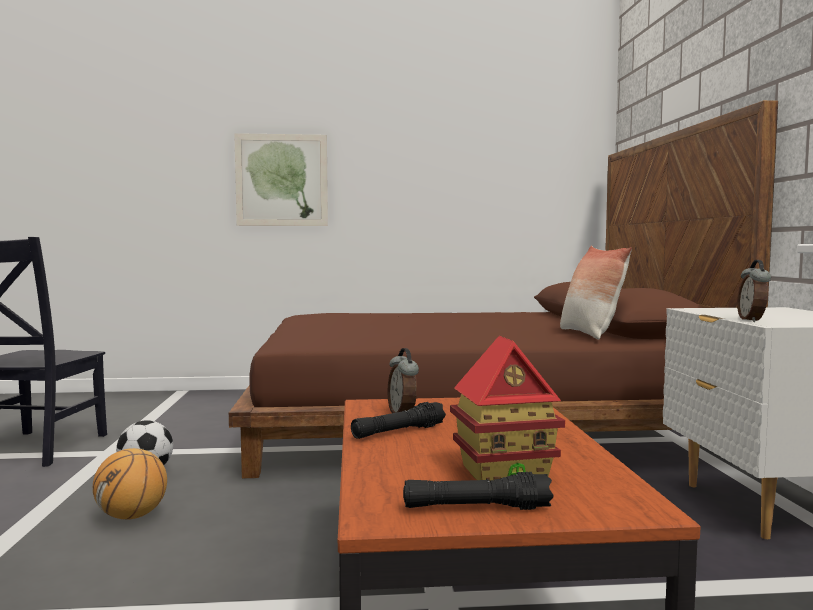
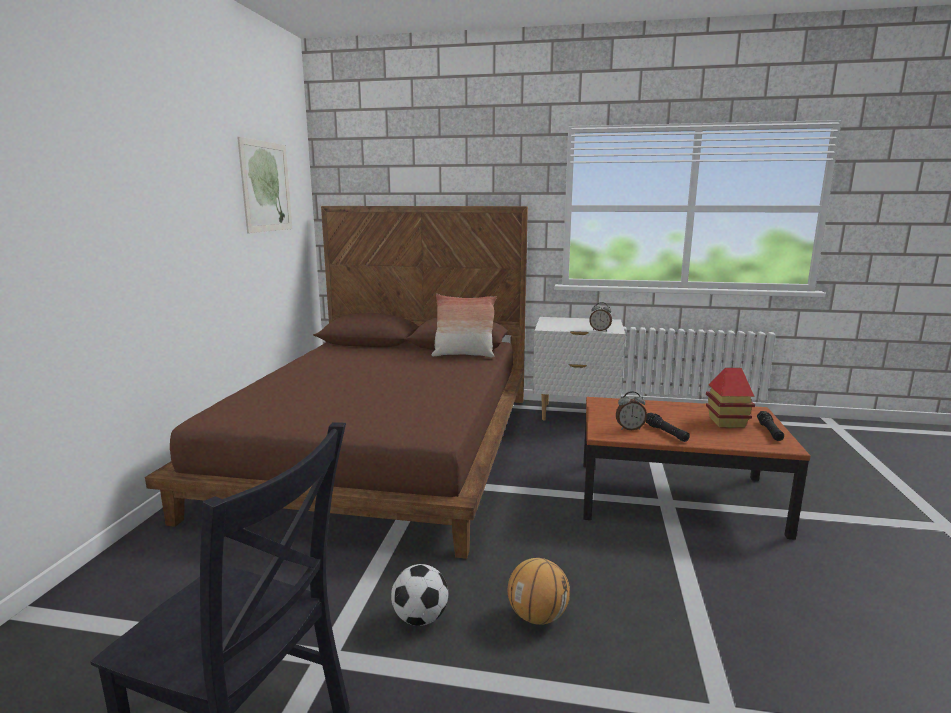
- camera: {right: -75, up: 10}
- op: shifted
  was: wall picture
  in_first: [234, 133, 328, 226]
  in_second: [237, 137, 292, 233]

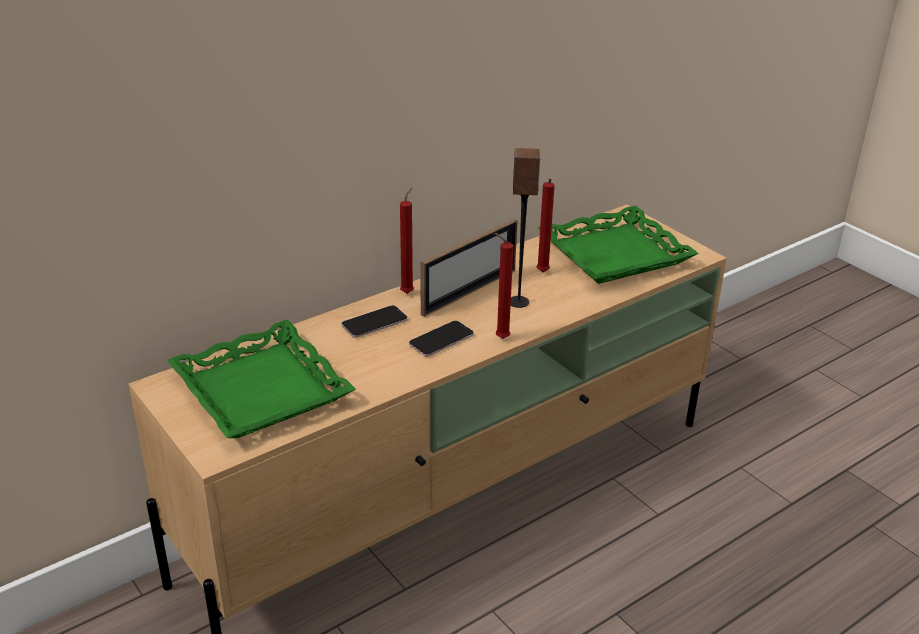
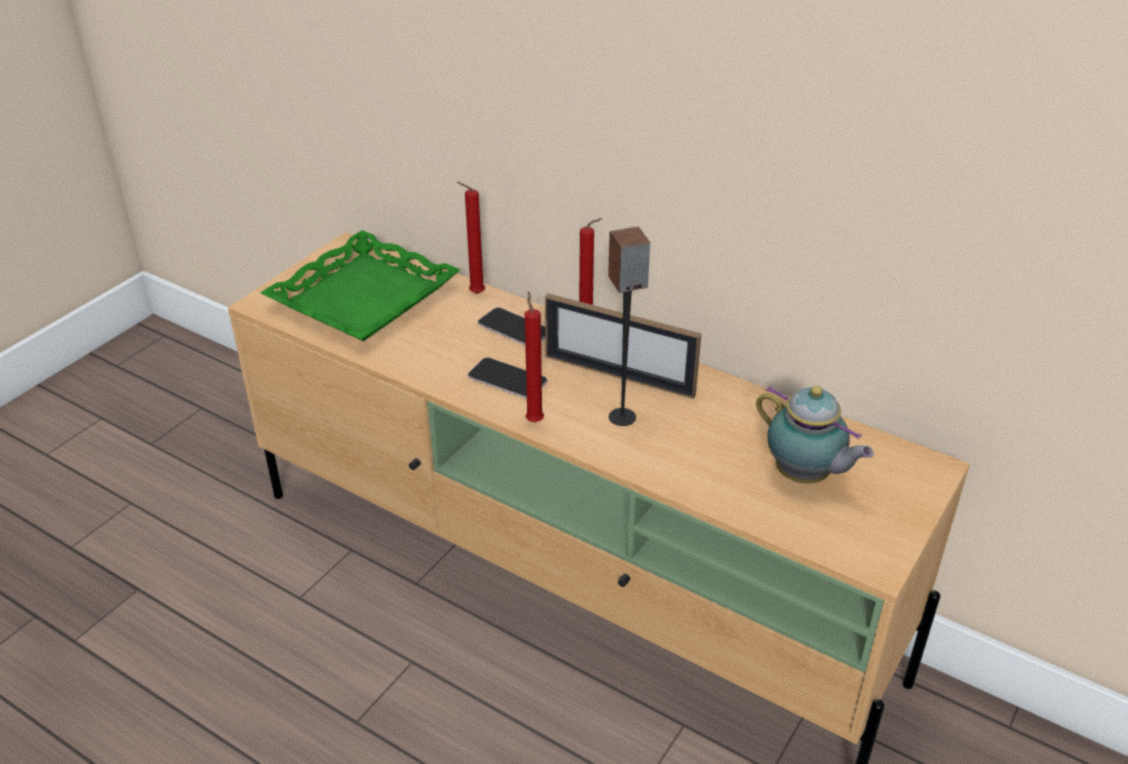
- camera: {right: 70, up: 5}
- op: shifted
  was: red candle
  in_first: [536, 179, 555, 272]
  in_second: [457, 182, 485, 294]
- op: swapped
  was: green-coloured serving tray
  now: pot for tea
  in_first: [537, 205, 699, 284]
  in_second: [756, 386, 874, 484]

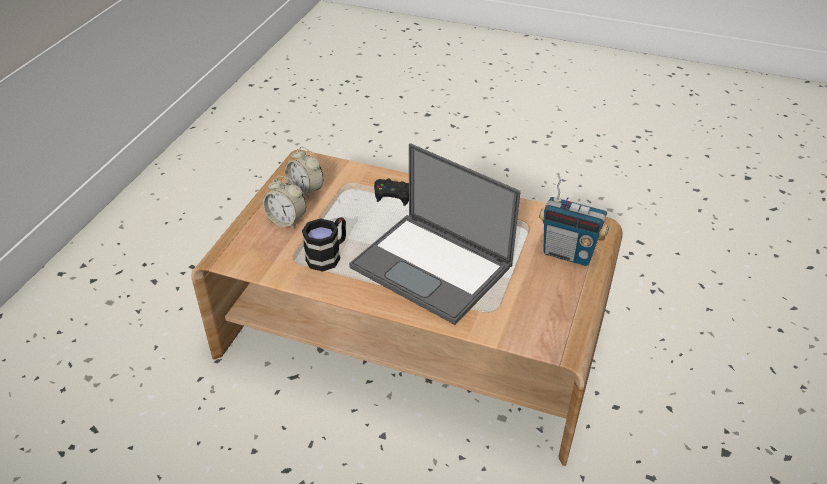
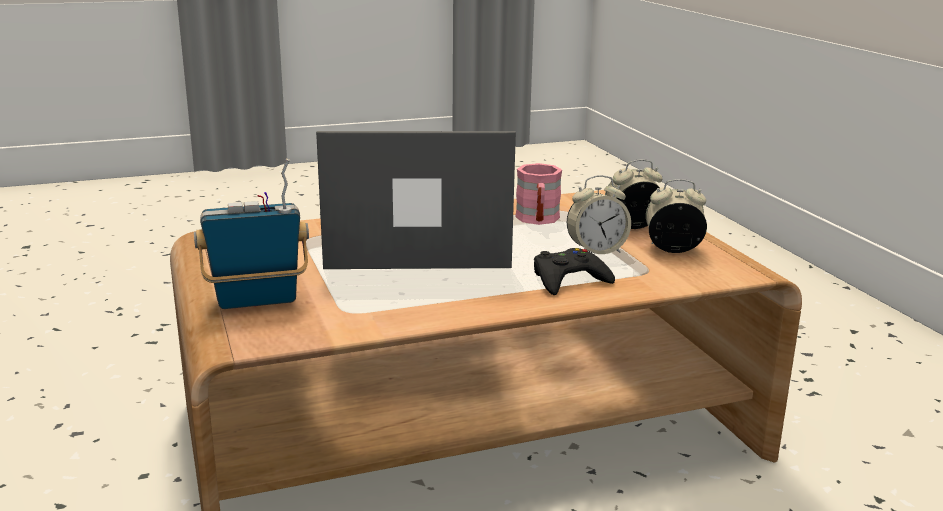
- camera: {right: 140, up: -20}
- op: repainted
  was: black mug
  now: pink mug
  in_first: [302, 217, 346, 272]
  in_second: [515, 163, 562, 225]
- op: new
  now: table clock
  in_second: [567, 175, 631, 254]

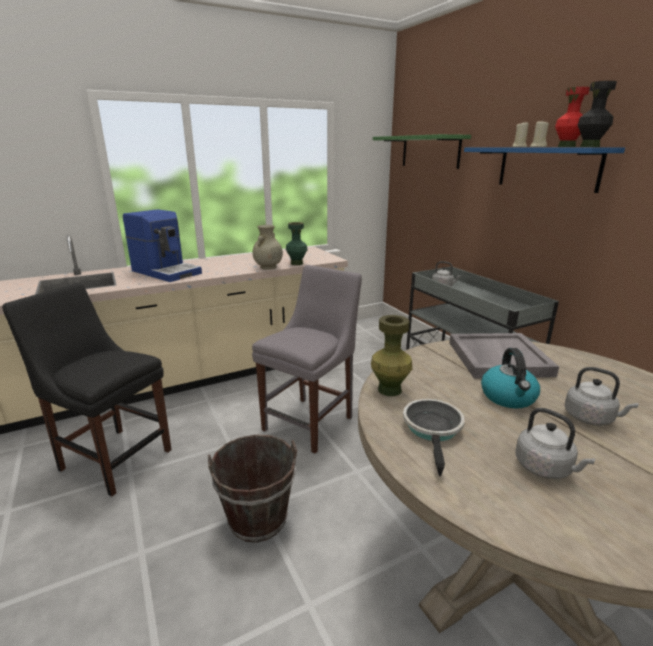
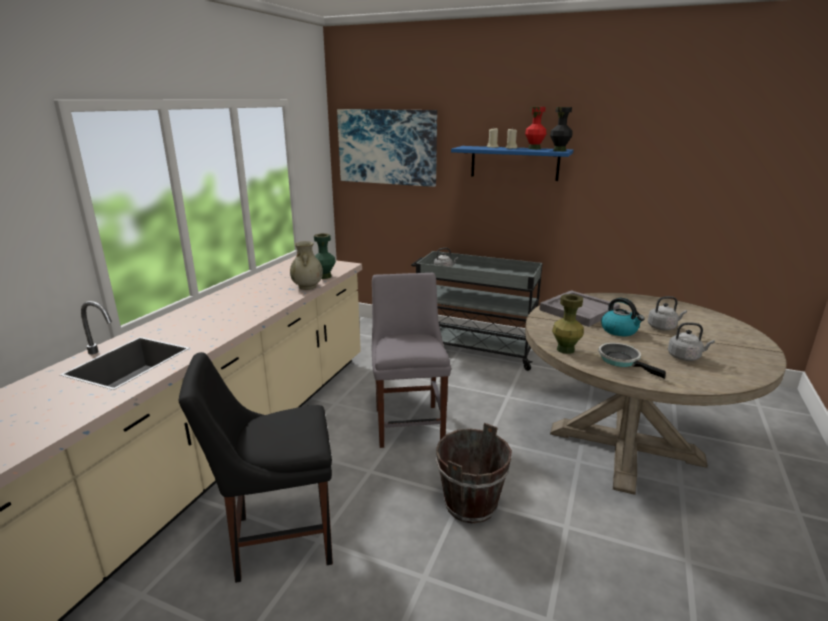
- camera: {right: -40, up: 0}
- op: swapped
  was: green-coloured shelf
  now: wall picture
  in_first: [373, 134, 471, 169]
  in_second: [337, 109, 437, 187]
- op: gone
  was: coffee machine
  in_first: [123, 210, 202, 282]

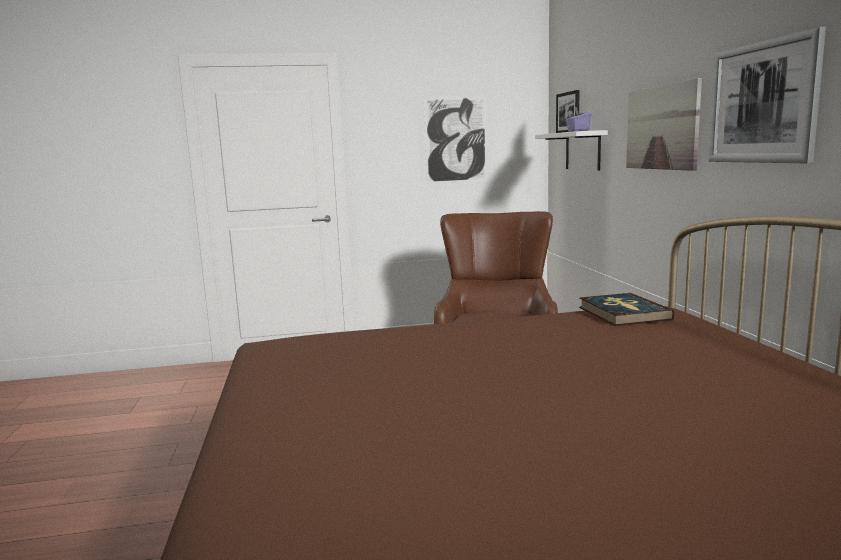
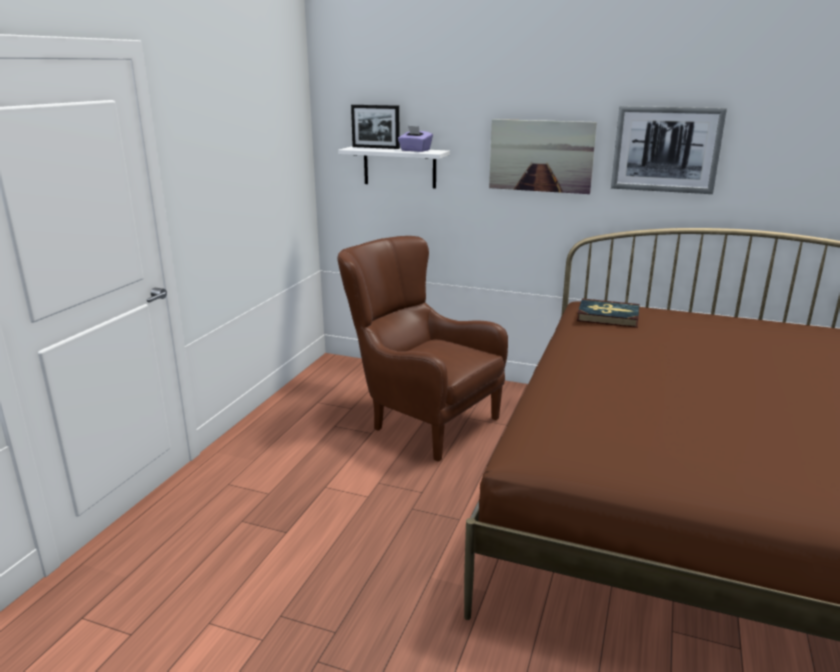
- camera: {right: -60, up: 10}
- op: gone
  was: wall picture
  in_first: [424, 96, 487, 184]

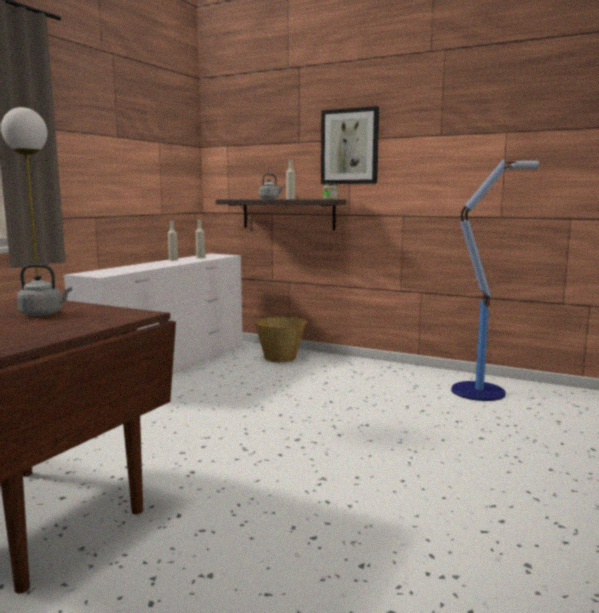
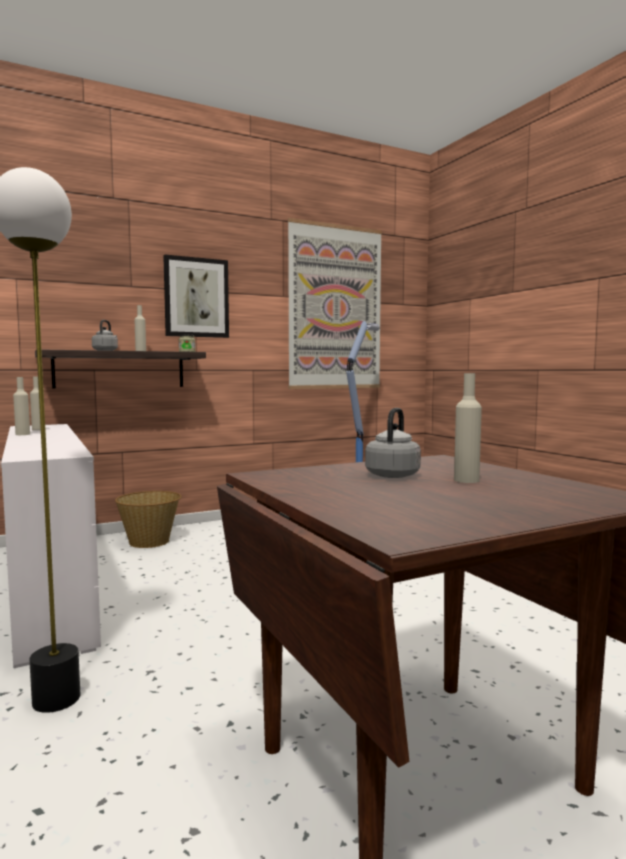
- camera: {right: -55, up: -5}
- op: new
  now: wall picture
  in_second: [288, 218, 382, 389]
- op: new
  now: sand-coloured bottle
  in_second: [454, 373, 482, 483]

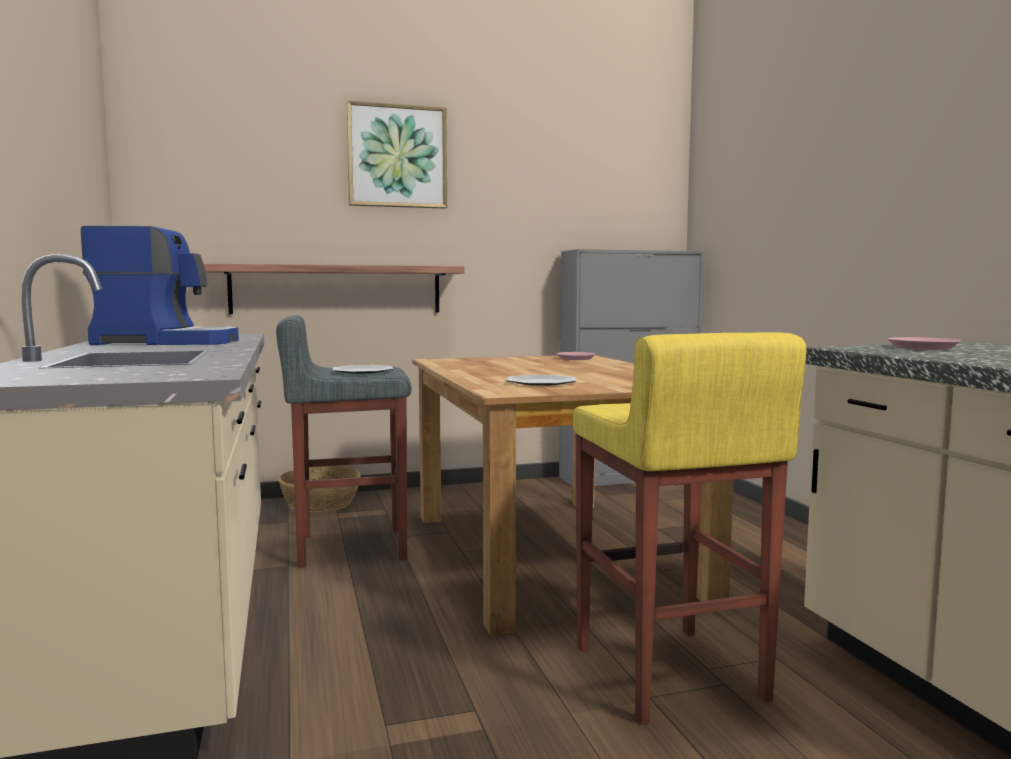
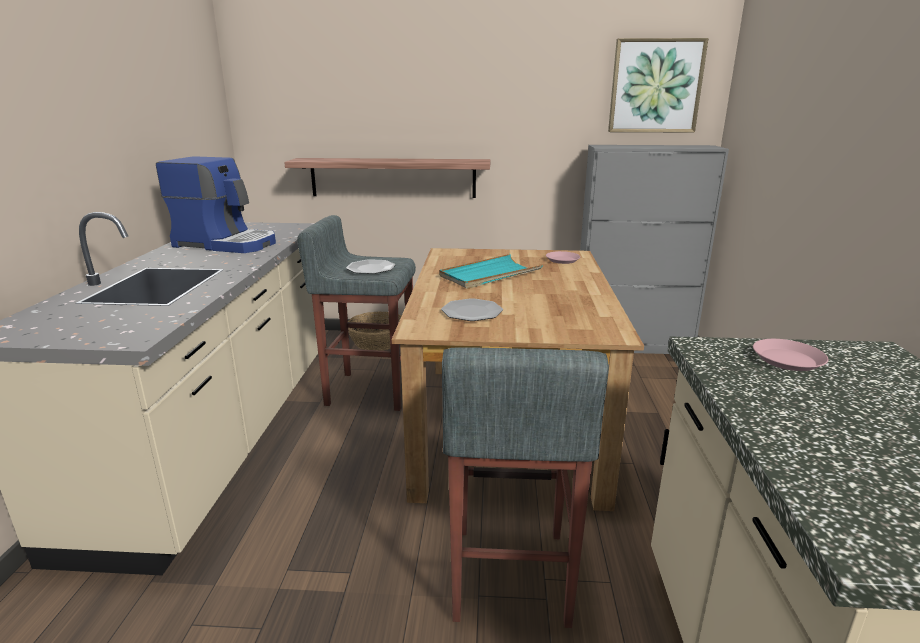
- camera: {right: 20, up: 15}
- op: shifted
  was: wall picture
  in_first: [346, 100, 447, 209]
  in_second: [608, 38, 709, 133]
- op: repainted
  was: yellow-coloured stool
  now: grey stool
  in_first: [572, 332, 807, 725]
  in_second: [442, 347, 609, 628]
- op: new
  now: blue-green serving tray
  in_second: [439, 254, 543, 289]

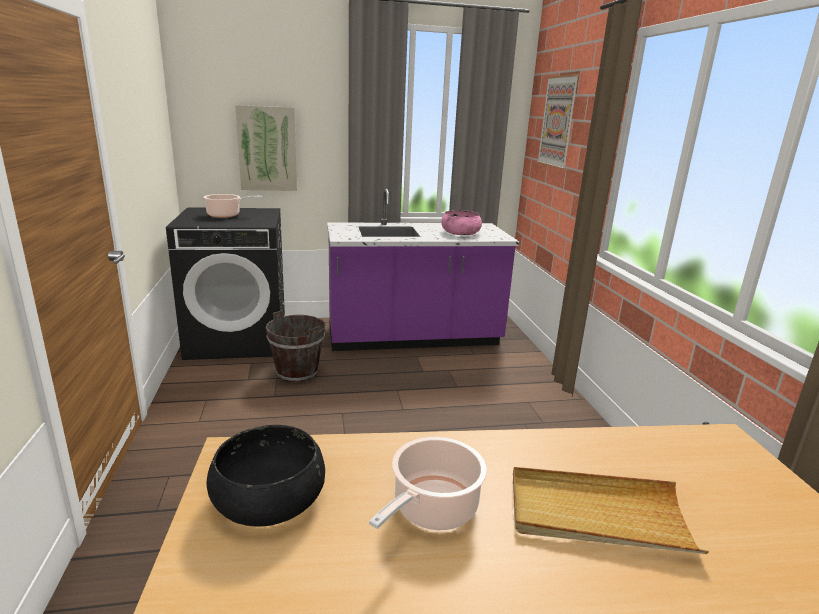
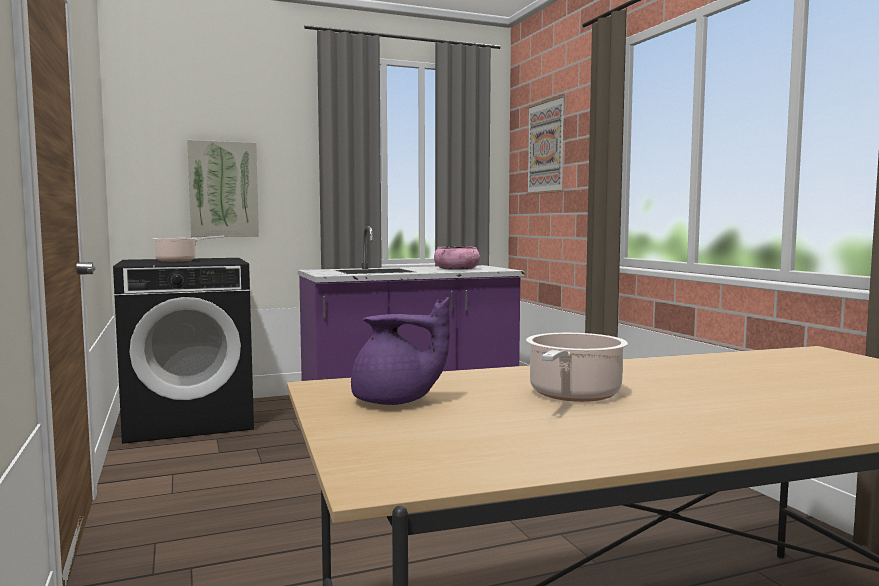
- camera: {right: -10, up: -15}
- op: gone
  was: brownish pail
  in_first: [265, 310, 325, 383]
- op: swapped
  was: black bowl
  now: purplish pot for tea
  in_first: [207, 425, 325, 526]
  in_second: [351, 297, 450, 405]
- op: gone
  was: sand-coloured serving tray
  in_first: [513, 467, 709, 554]

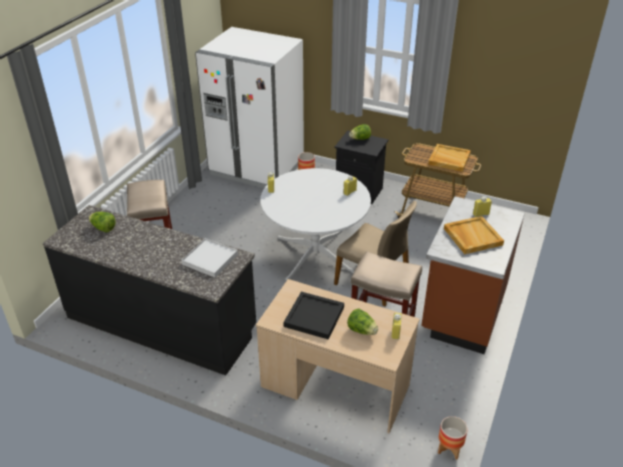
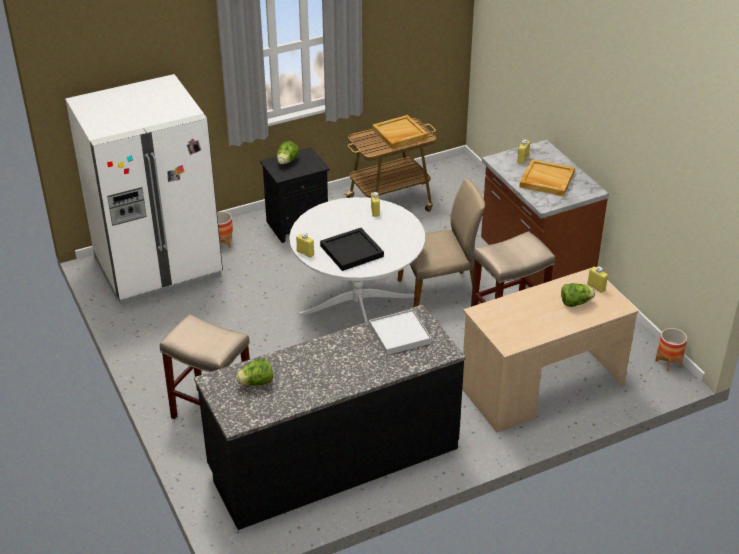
- camera: {right: -50, up: 0}
- op: shifted
  was: black serving tray
  in_first: [283, 292, 344, 339]
  in_second: [320, 228, 384, 271]

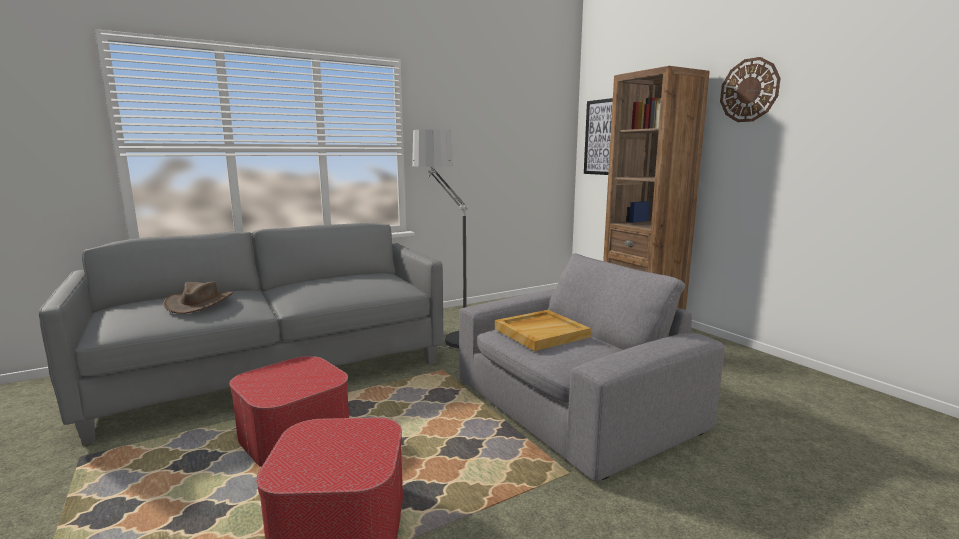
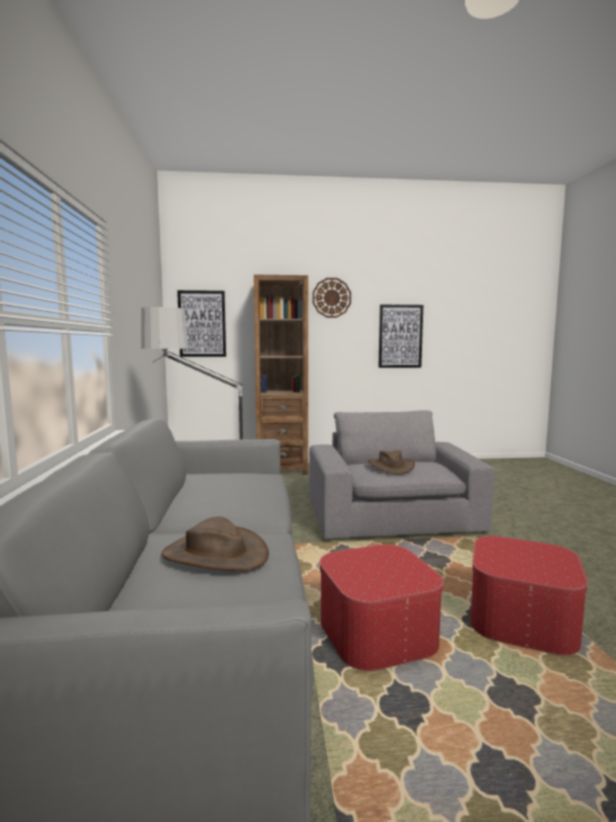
- camera: {right: -65, up: -5}
- op: swapped
  was: sand-coloured serving tray
  now: brownish wearable hat
  in_first: [495, 310, 591, 351]
  in_second: [368, 450, 415, 474]
- op: new
  now: wall picture
  in_second: [378, 304, 423, 368]

